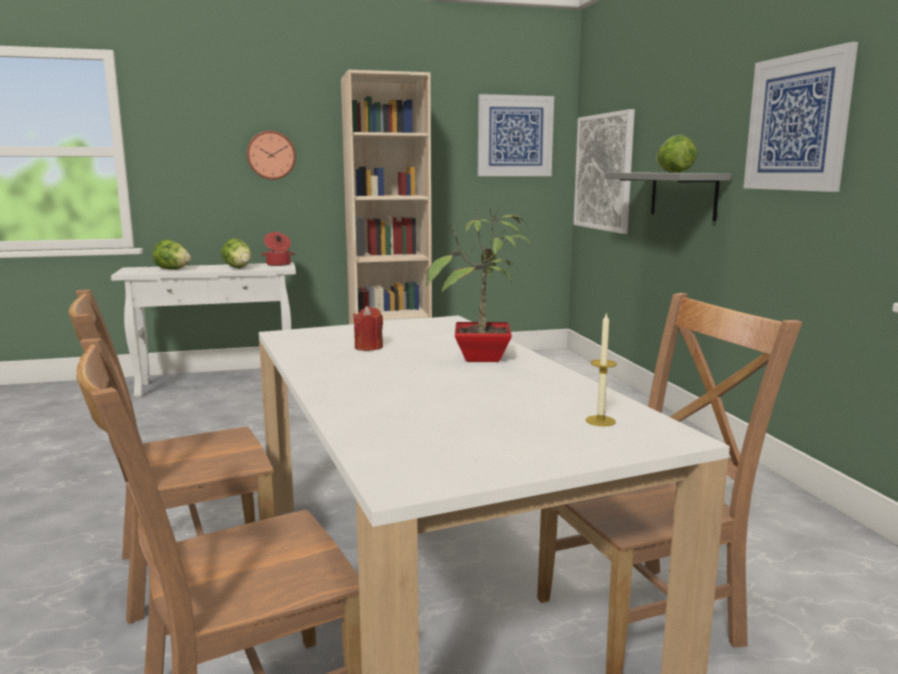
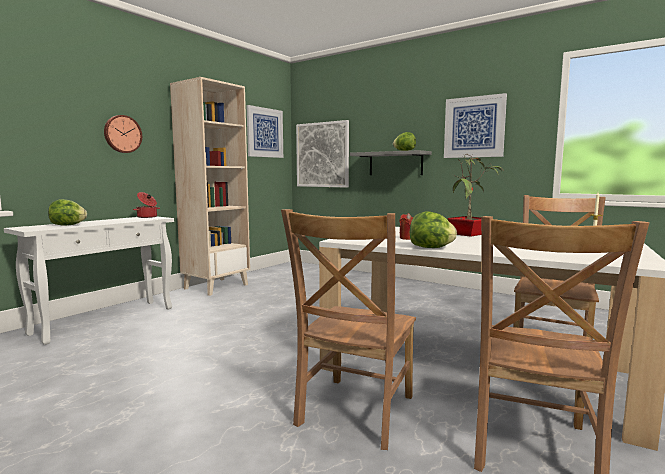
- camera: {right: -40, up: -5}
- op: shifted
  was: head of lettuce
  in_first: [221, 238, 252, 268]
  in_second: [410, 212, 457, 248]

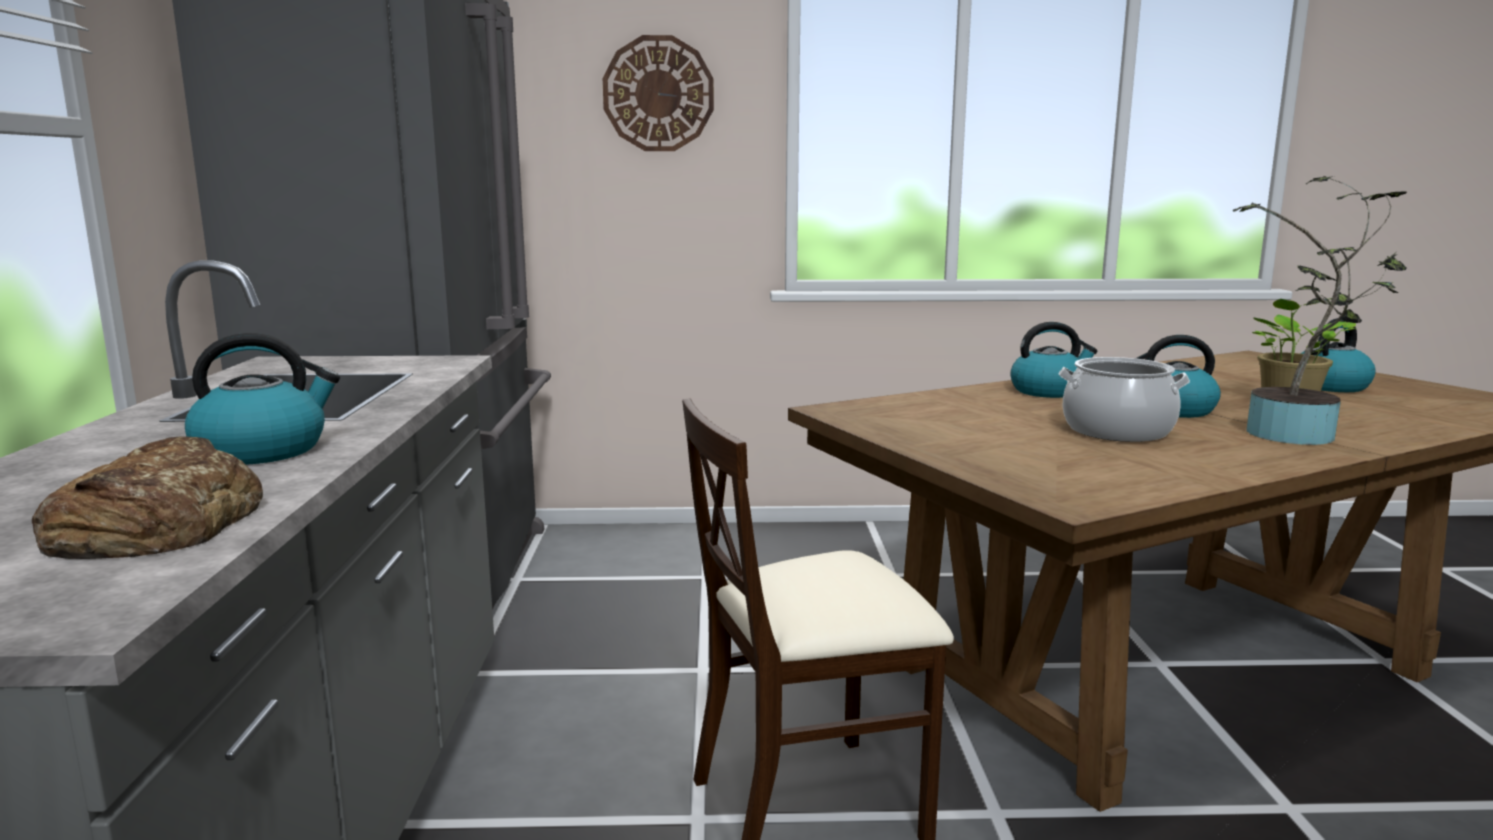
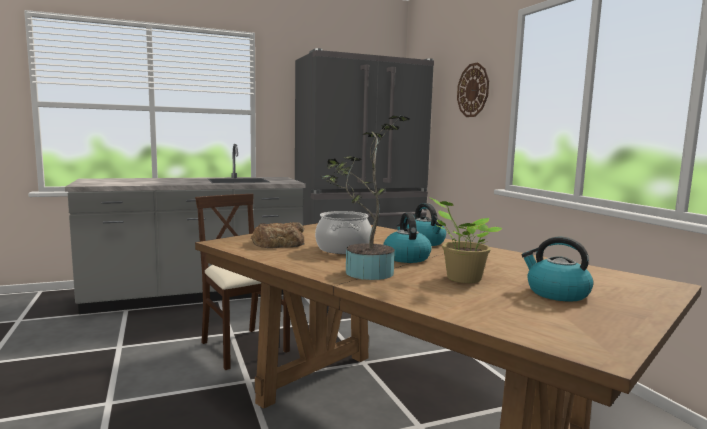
- camera: {right: 70, up: -5}
- op: gone
  was: kettle
  in_first: [185, 333, 340, 465]
- op: shifted
  was: bakery bread
  in_first: [32, 436, 263, 559]
  in_second: [251, 222, 305, 248]

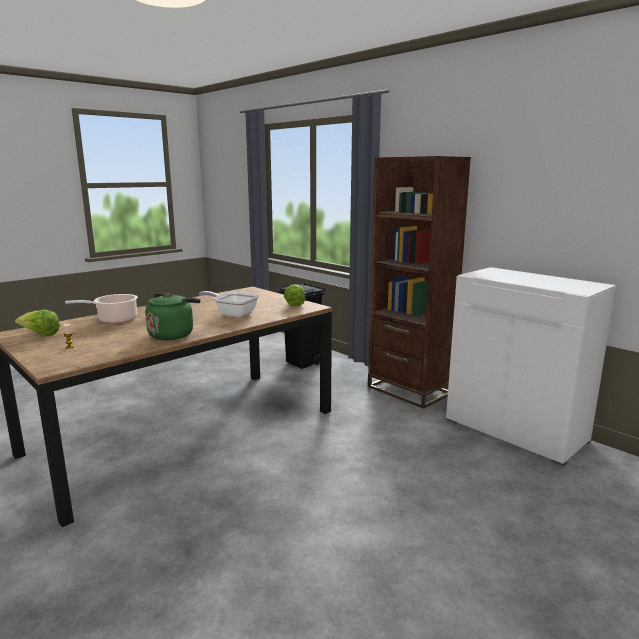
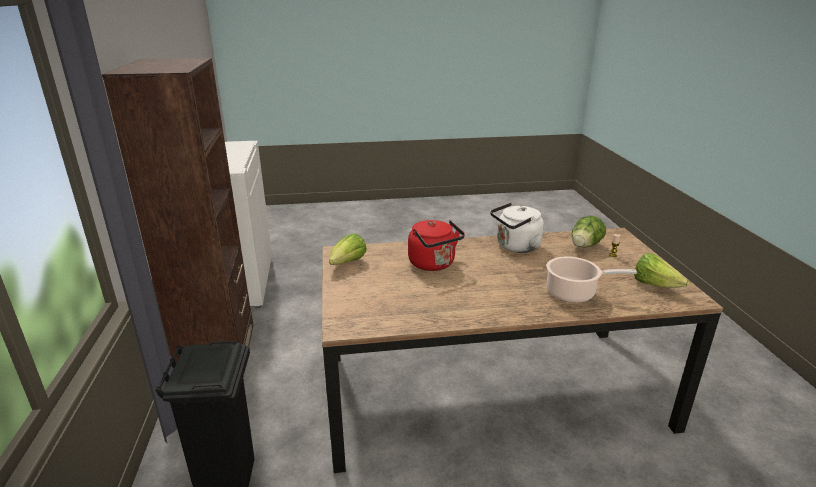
- camera: {right: -145, up: 10}
- op: swapped
  was: pan
  now: red kettle
  in_first: [199, 291, 259, 317]
  in_second: [408, 220, 465, 271]
- op: repainted
  was: green-coloured kettle
  now: white-coloured kettle
  in_first: [145, 293, 201, 340]
  in_second: [490, 202, 544, 253]
- op: new
  now: head of lettuce
  in_second: [572, 216, 606, 248]

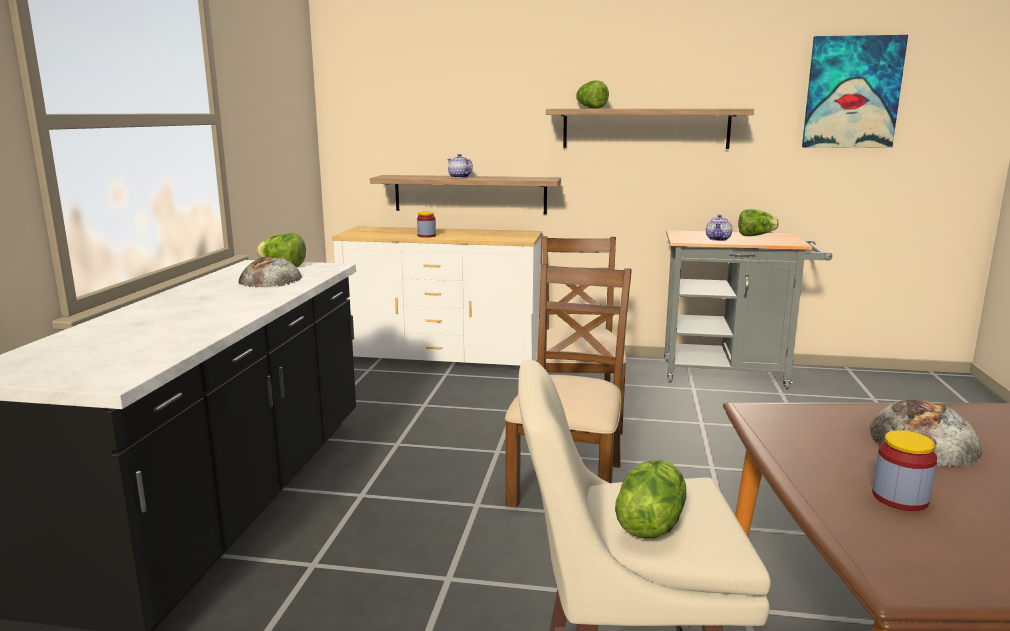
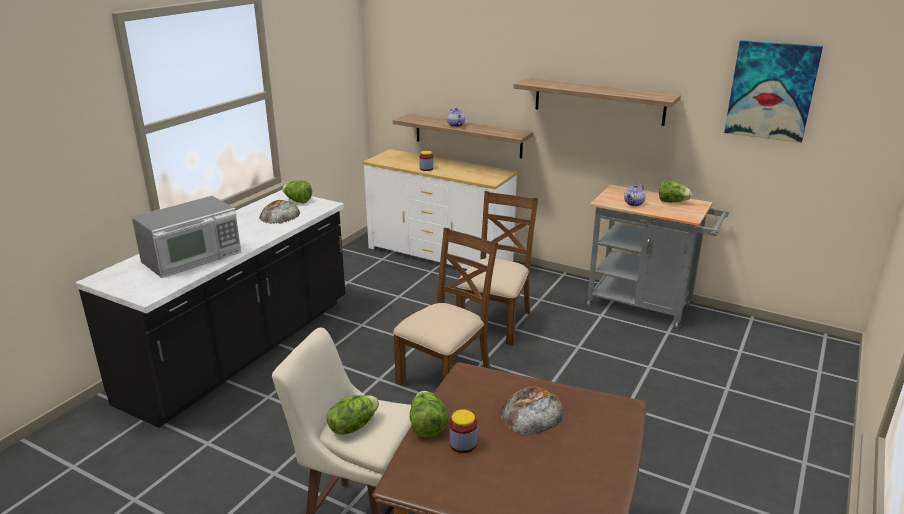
- camera: {right: 20, up: 10}
- op: shifted
  was: head of lettuce
  in_first: [576, 80, 609, 109]
  in_second: [410, 391, 449, 437]
- op: new
  now: microwave
  in_second: [132, 196, 241, 278]

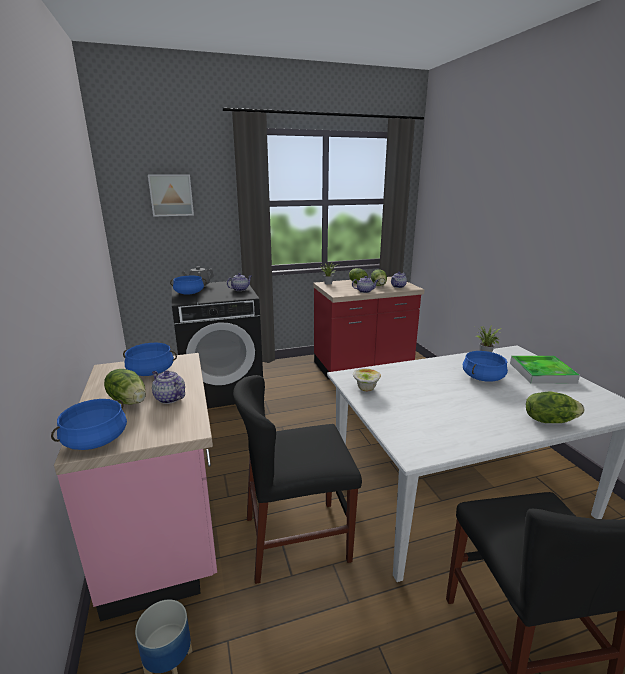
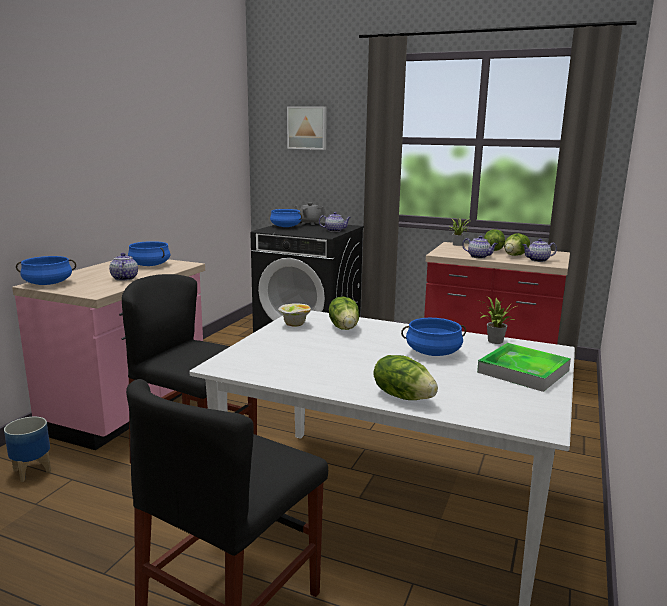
- camera: {right: 40, up: -5}
- op: shifted
  was: head of lettuce
  in_first: [104, 369, 146, 404]
  in_second: [329, 297, 359, 330]

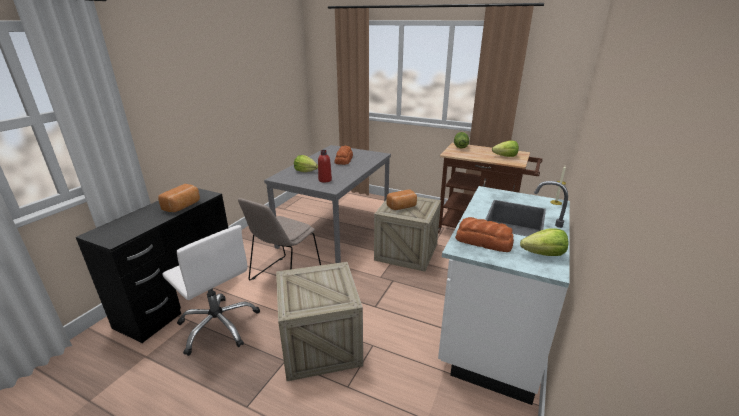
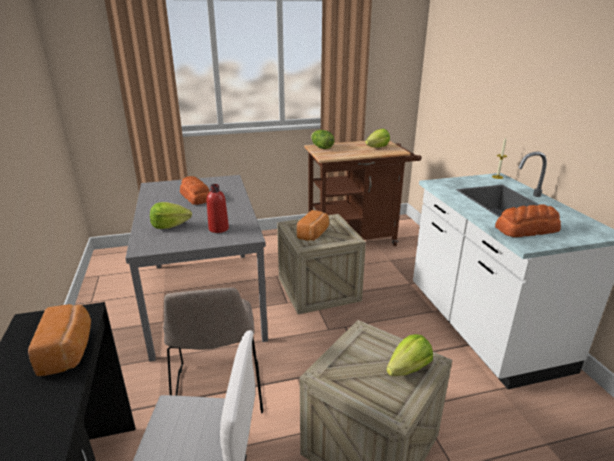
- camera: {right: -40, up: 0}
- op: shifted
  was: head of lettuce
  in_first: [520, 228, 569, 256]
  in_second: [386, 334, 433, 376]

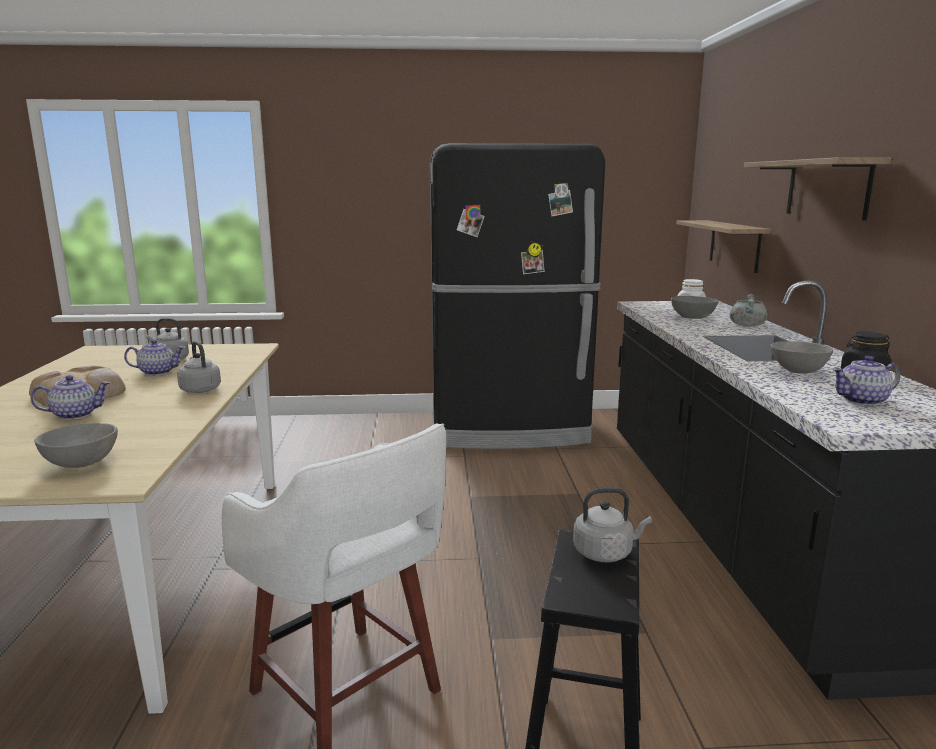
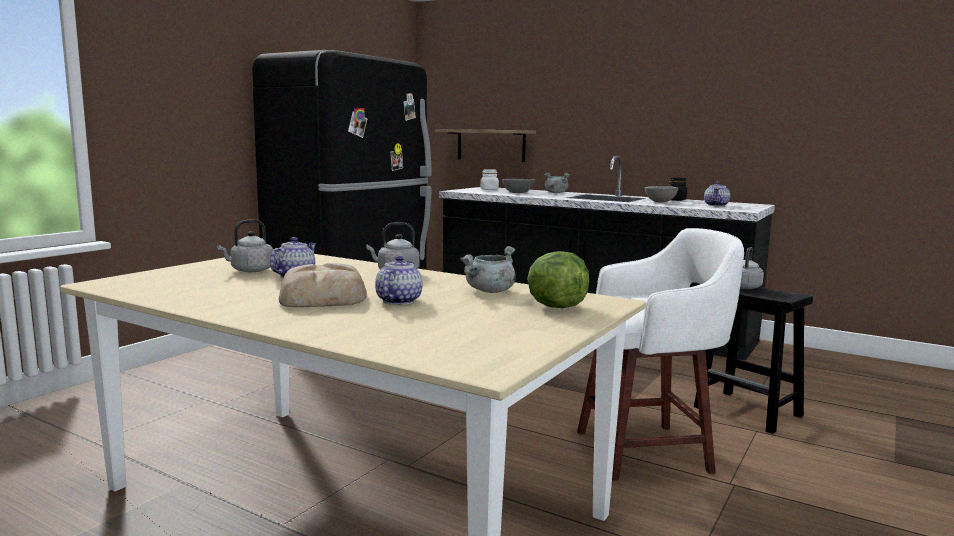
- camera: {right: -55, up: -5}
- op: gone
  was: shelf
  in_first: [744, 157, 891, 220]
- op: swapped
  was: grey bowl
  now: head of lettuce
  in_first: [34, 423, 118, 468]
  in_second: [527, 251, 589, 308]
- op: new
  now: grey saucepot
  in_second: [461, 246, 515, 293]

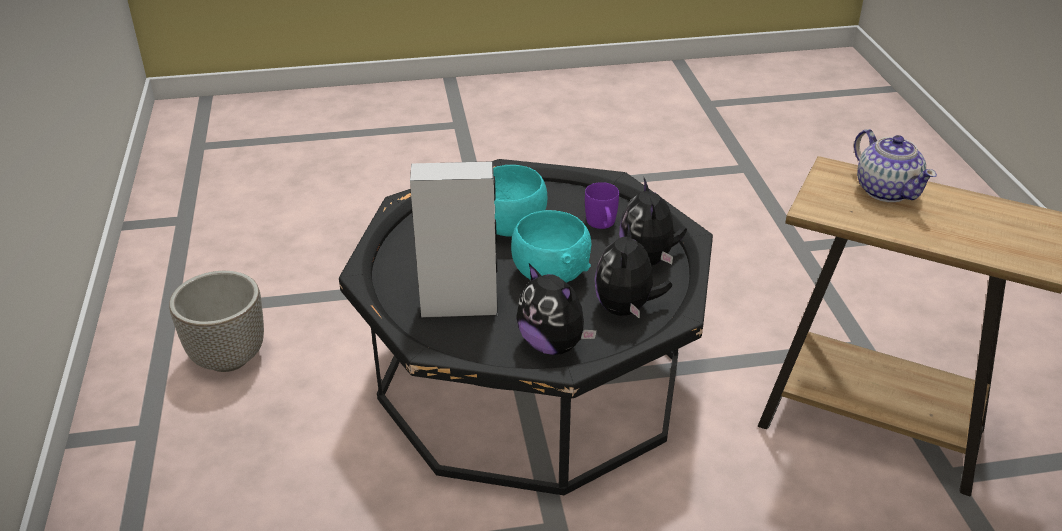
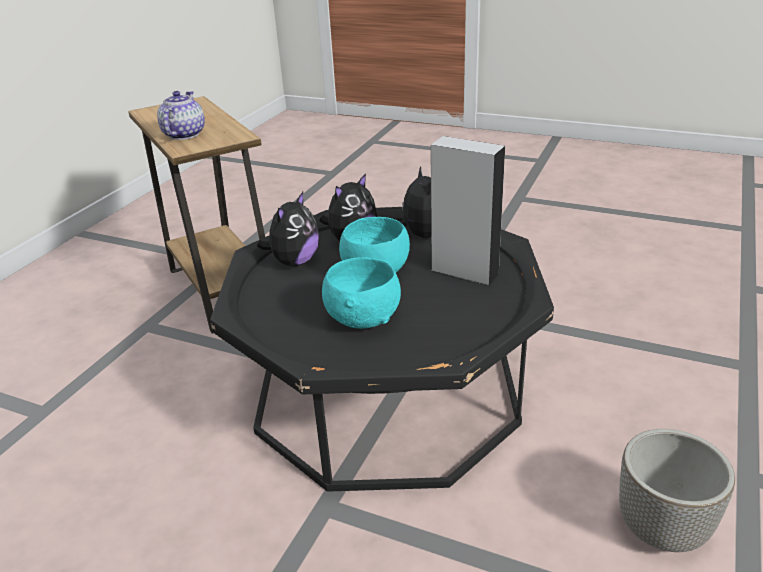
- camera: {right: -145, up: -5}
- op: gone
  was: purplish mug
  in_first: [585, 182, 619, 229]

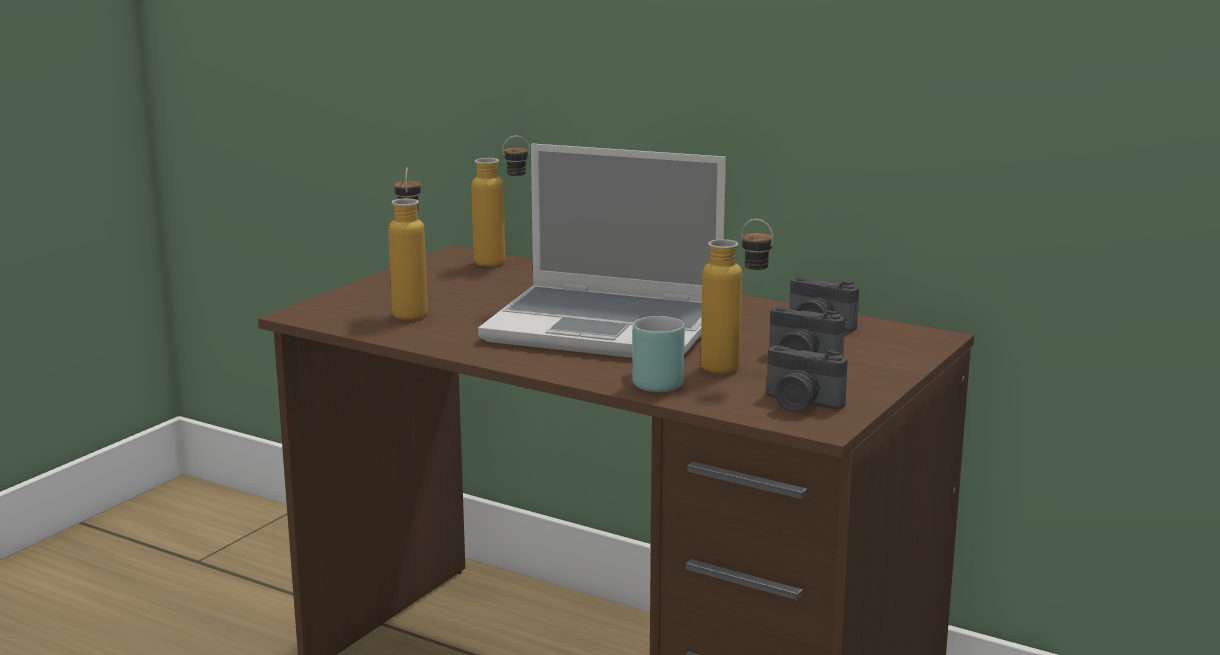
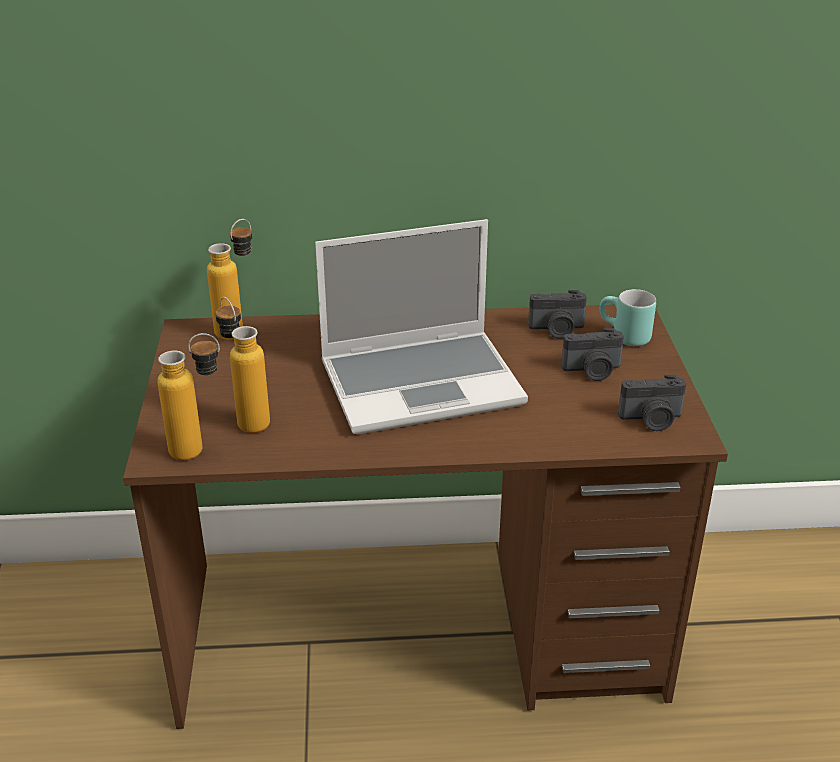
- camera: {right: -35, up: 15}
- op: shifted
  was: bottle
  in_first: [701, 219, 774, 374]
  in_second: [157, 333, 220, 460]
- op: shifted
  was: blue-green mug
  in_first: [632, 316, 685, 392]
  in_second: [600, 289, 656, 346]

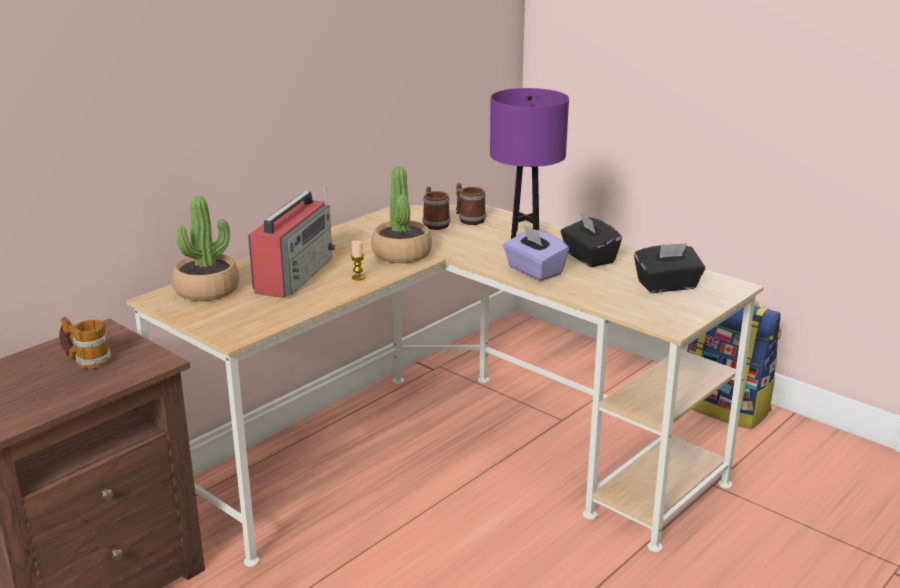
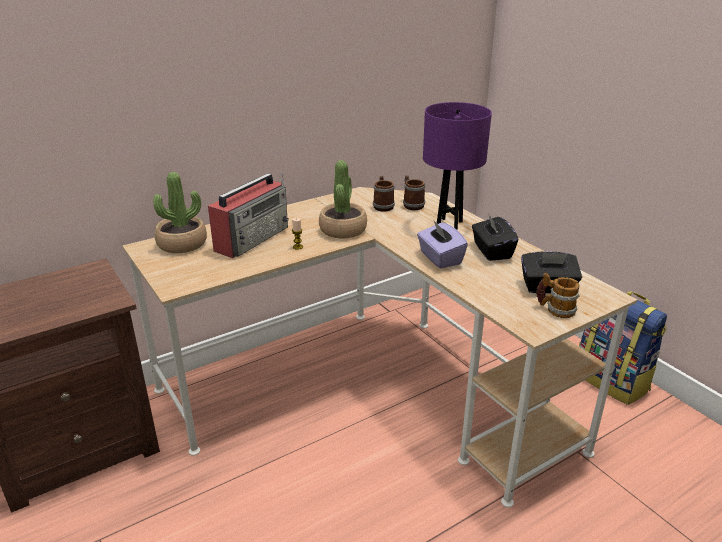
- camera: {right: 15, up: 5}
- op: shifted
  was: mug
  in_first: [59, 317, 111, 369]
  in_second: [536, 273, 580, 318]

